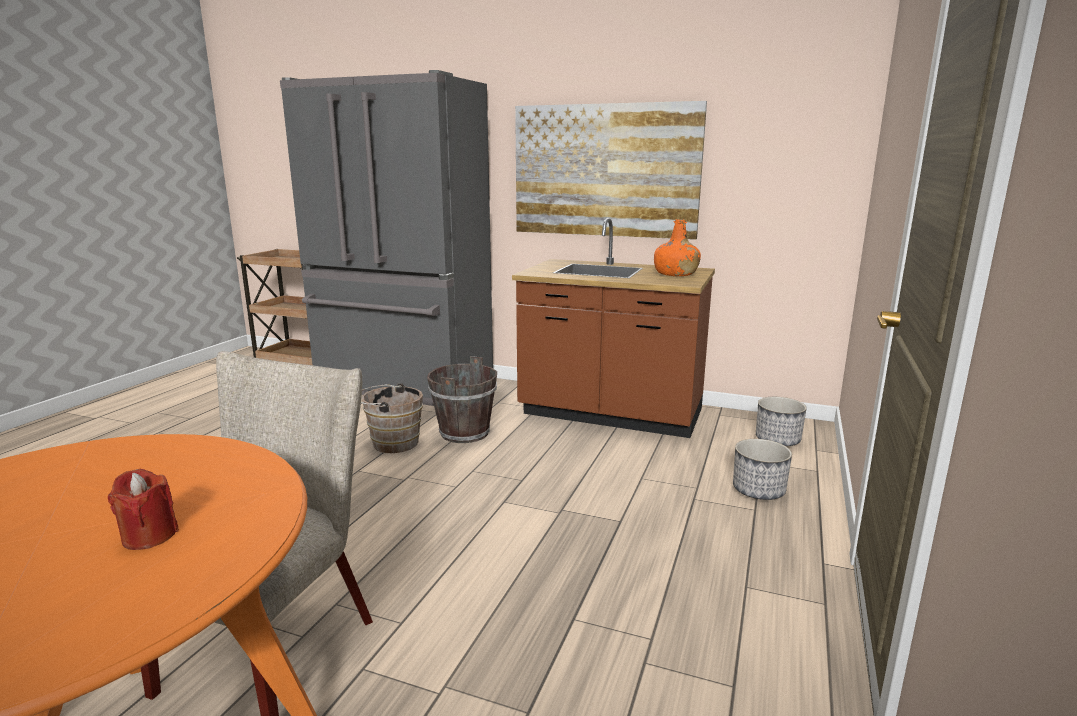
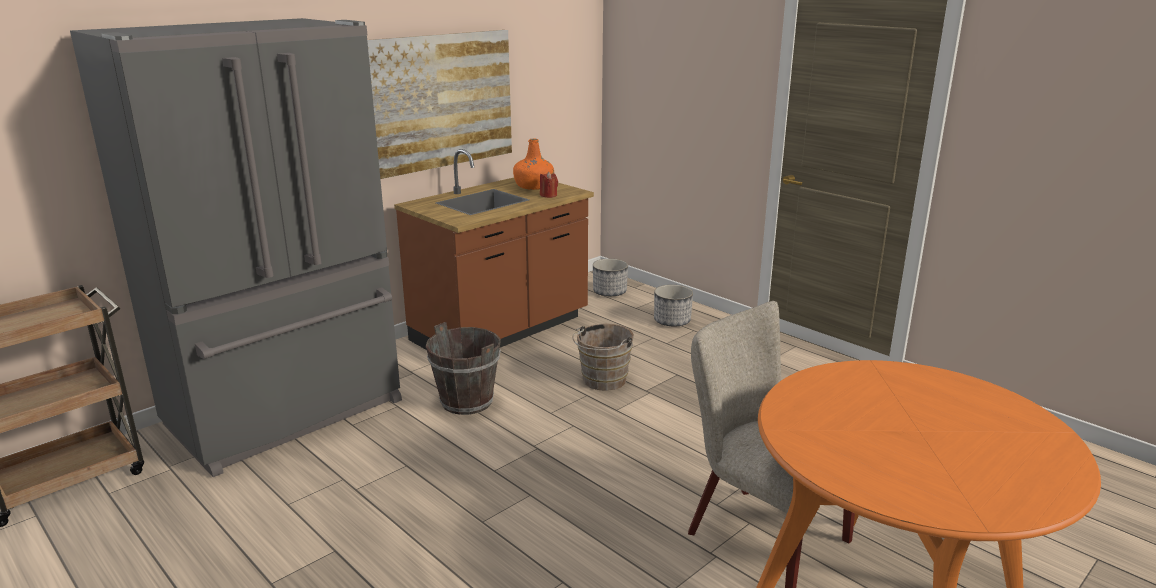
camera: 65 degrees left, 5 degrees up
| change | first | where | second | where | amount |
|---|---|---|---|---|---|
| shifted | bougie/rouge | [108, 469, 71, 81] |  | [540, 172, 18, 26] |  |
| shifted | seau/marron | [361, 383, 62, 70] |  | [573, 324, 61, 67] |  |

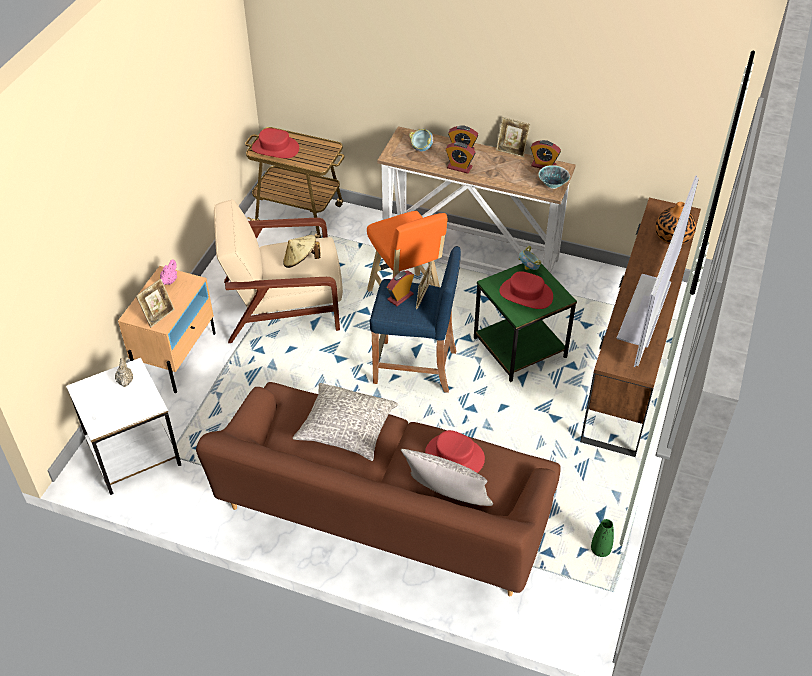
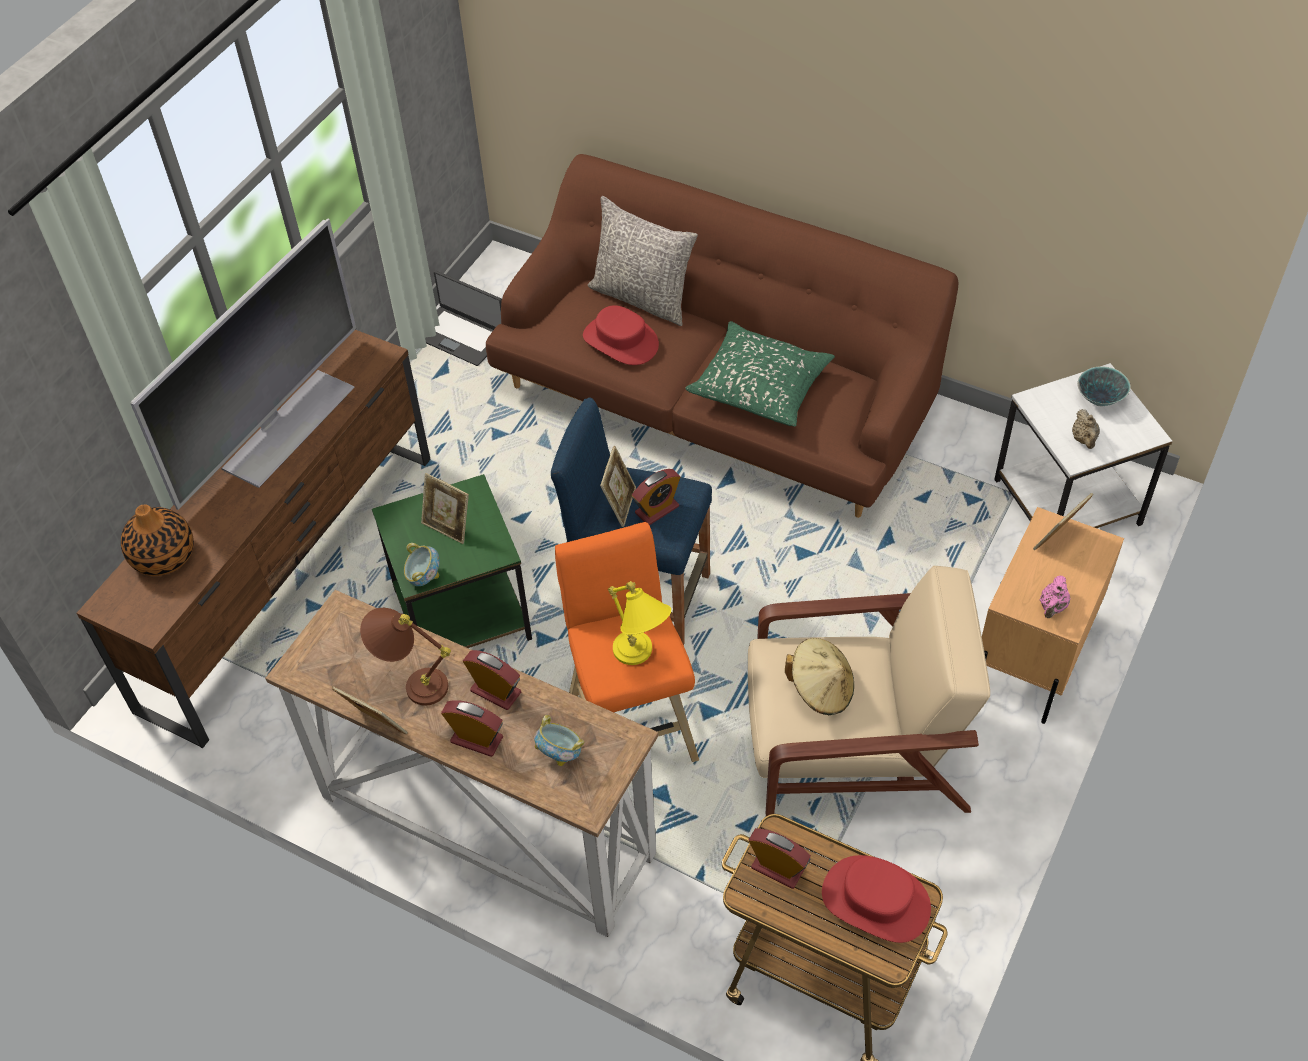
camera: 170 degrees left, 5 degrees up
| change | first | where | second | where | amount |
|---|---|---|---|---|---|
| repainted | coussin/gris | [292, 383, 106, 78] | coussin/vert | [685, 321, 150, 106] |  |
| swapped | chapeau/rouge | [499, 271, 54, 38] | cadre photo | [421, 473, 48, 71] |  |
| shifted | réveil | [530, 140, 31, 29] |  | [749, 828, 62, 61] |  |
| shifted | bol | [539, 165, 31, 24] |  | [1077, 366, 54, 41] |  |
| swapped | vase/vert | [591, 519, 23, 38] | ordinateur portable | [425, 271, 77, 95] |  |
| new |  |  | lampe de table/marron | [360, 608, 91, 98] |  |
| new |  |  | lampe de table/jaune | [608, 581, 63, 84] |  |

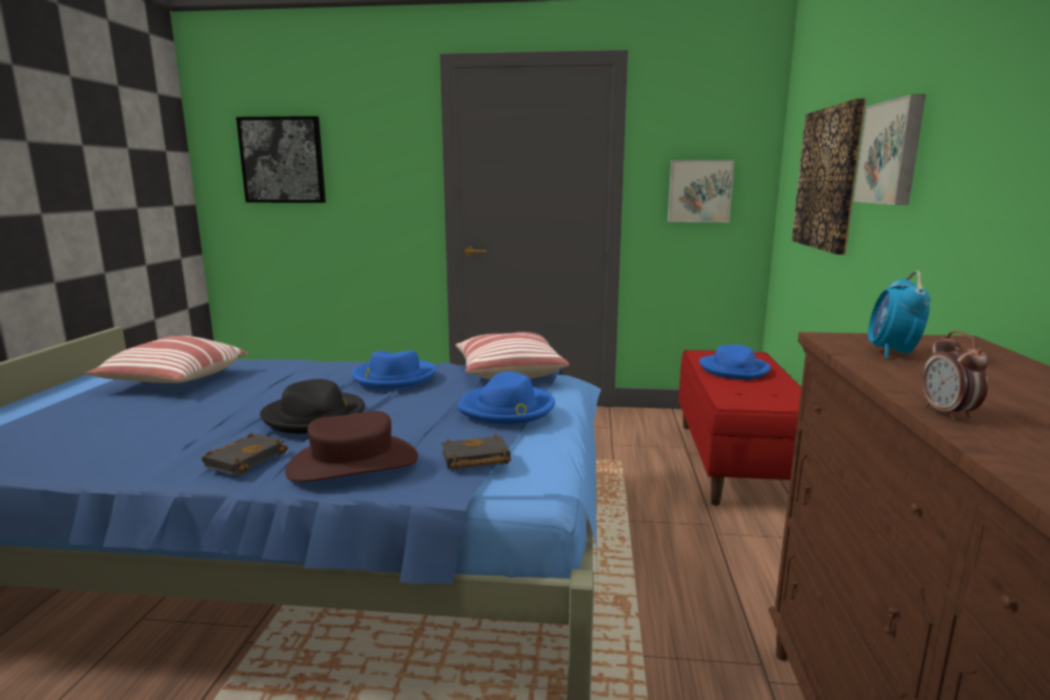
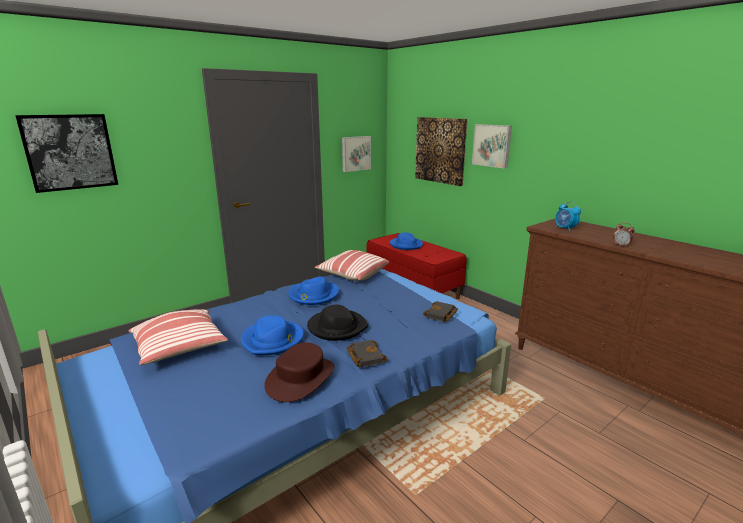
camera: 45 degrees left, 5 degrees up
| change | first | where | second | where | amount |
|---|---|---|---|---|---|
| shifted | chapeau/marron | [285, 411, 133, 71] |  | [264, 342, 71, 60] |  |
| shifted | chapeau/bleu | [458, 372, 97, 52] |  | [241, 316, 63, 39] |  |

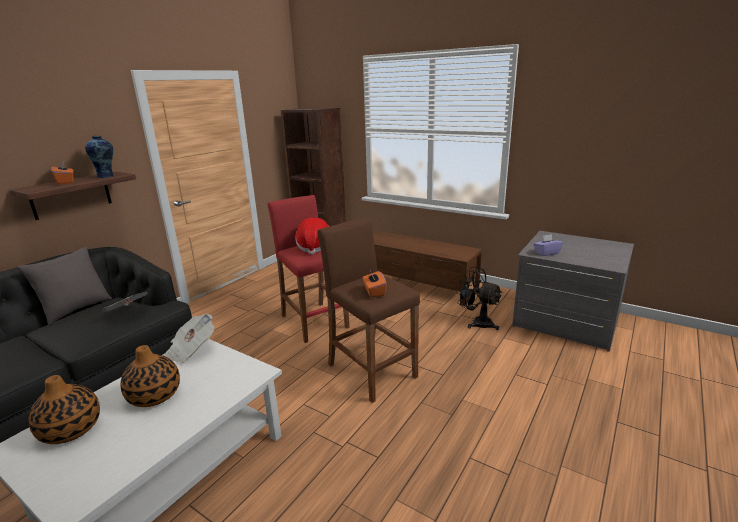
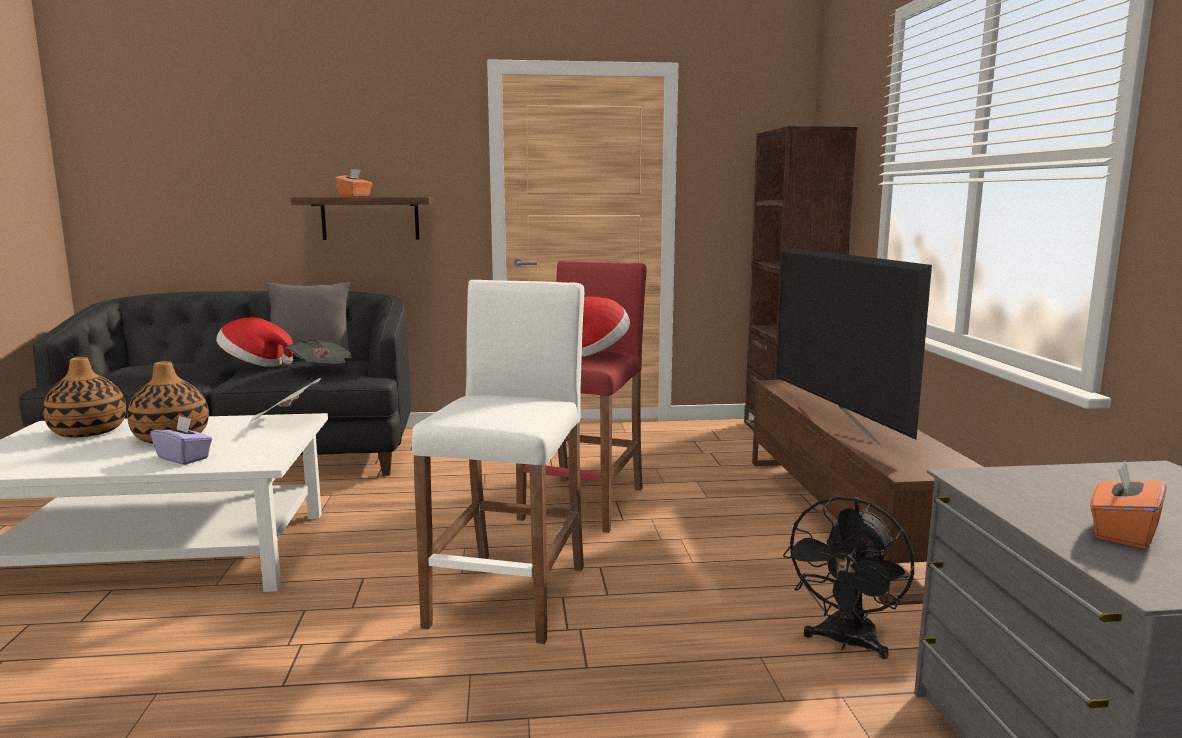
camera: 50 degrees right, 10 degrees down
| change | first | where | second | where | amount |
|---|---|---|---|---|---|
| gone | vase | [85, 136, 29, 42] |  |  |  |
| repainted | tabouret/marron | [317, 218, 103, 185] | tabouret/blanc | [412, 280, 172, 364] |  |
| shifted | boîte à mouchoirs/orange | [363, 270, 24, 27] |  | [1091, 460, 76, 89] |  |
| rotated | ventilateur/noir | [457, 267, 45, 63] |  | [783, 496, 131, 163] | 150 degrees counterclockwise |
| shifted | boîte à mouchoirs/violet | [534, 234, 29, 22] |  | [150, 416, 62, 49] |  |
| new |  |  | chapeau | [216, 317, 77, 50] |  |
| new |  |  | téléviseur | [776, 247, 156, 199] |  |

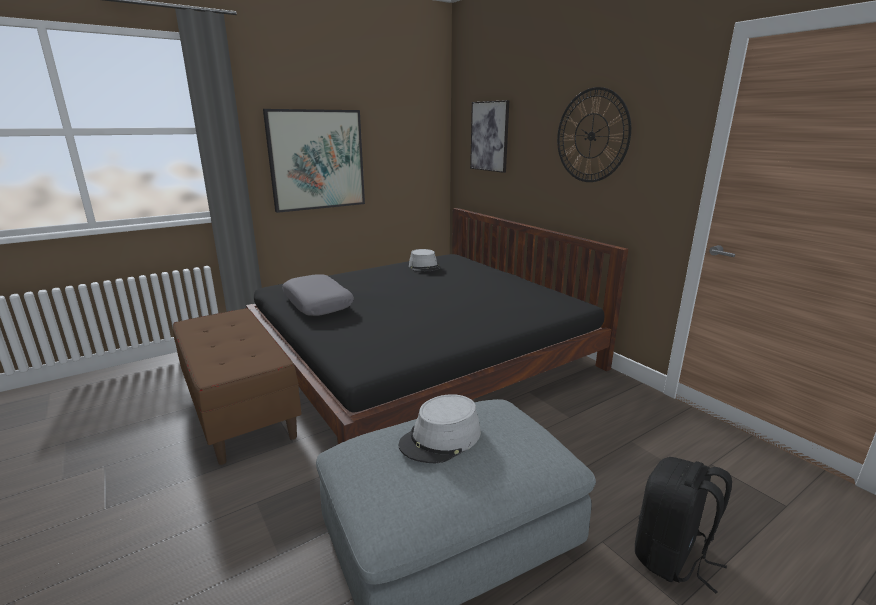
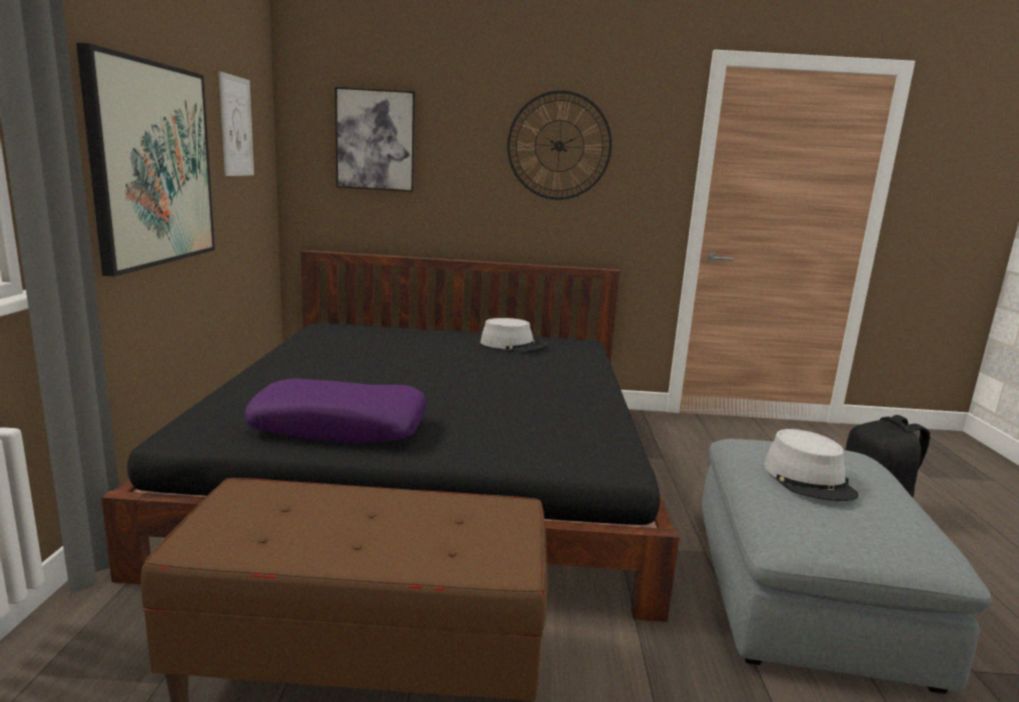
camera: 55 degrees left, 5 degrees down
| change | first | where | second | where | amount |
|---|---|---|---|---|---|
| repainted | coussin/gris | [282, 274, 72, 42] | coussin/violet | [244, 378, 182, 65] |  |
| shifted | chapeau/gris | [409, 249, 31, 23] |  | [480, 318, 66, 34] |  |
| new |  |  | tableau | [219, 71, 35, 105] |  |

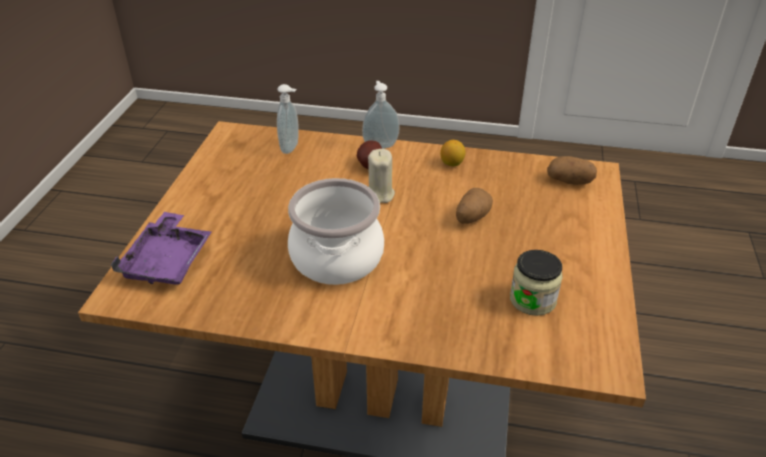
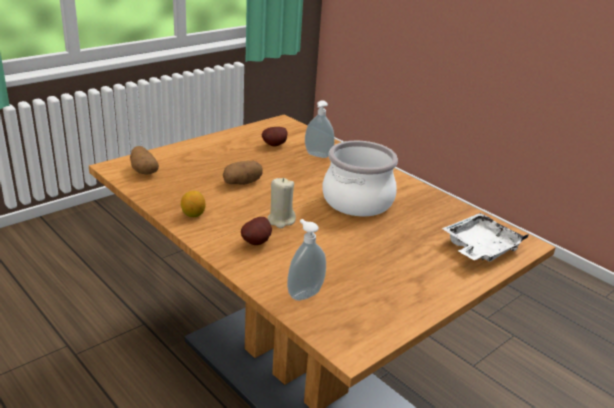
camera: 145 degrees left, 10 degrees down
| change | first | where | second | where | amount |
|---|---|---|---|---|---|
| repainted | plateau/violet | [111, 212, 101, 72] | plateau/blanc | [442, 213, 87, 49] |  |
| shifted | distributeur de savon | [362, 81, 38, 68] |  | [305, 100, 30, 58] |  |
| swapped | bocal | [510, 250, 53, 66] | pomme de terre | [262, 127, 25, 20] |  |

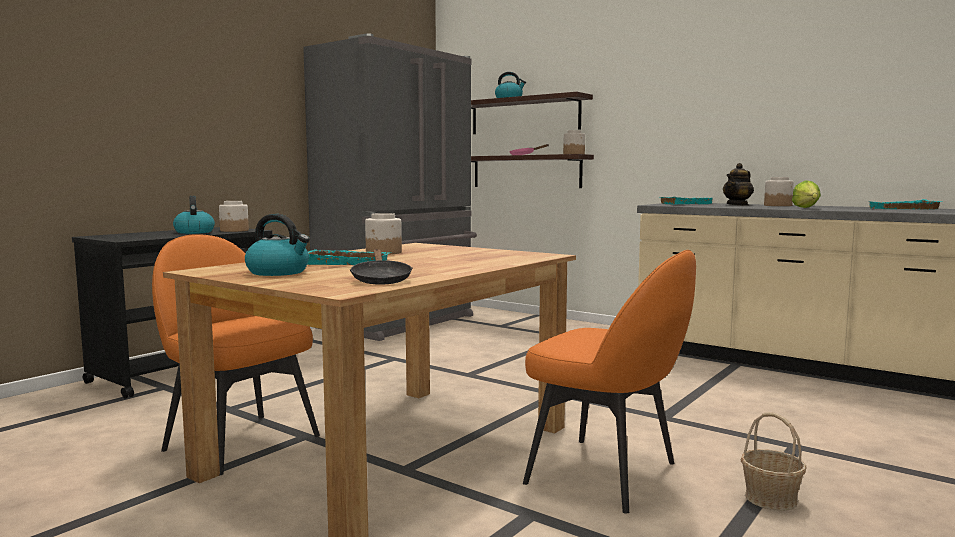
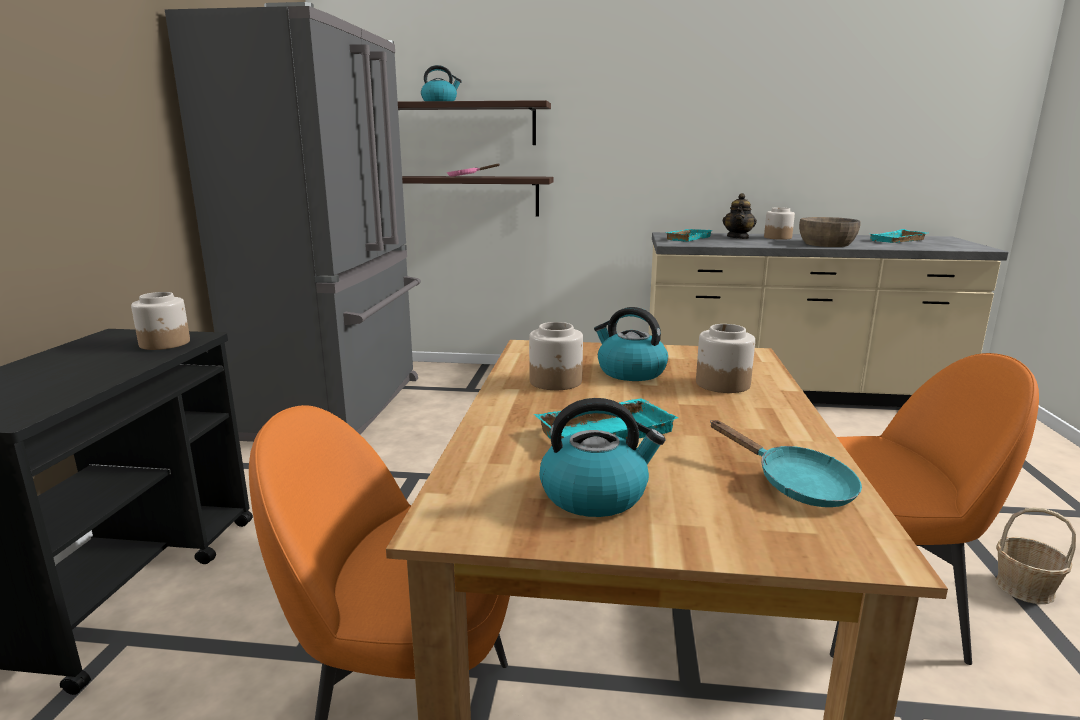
camera: 30 degrees left, 10 degrees up
| change | first | where | second | where | amount |
|---|---|---|---|---|---|
| shifted | bouilloire | [173, 196, 42, 38] |  | [594, 307, 74, 74] |  |
| repainted | poêle/noir | [350, 249, 63, 36] | poêle/turquoise | [710, 420, 152, 87] |  |
| shifted | bocal | [563, 130, 22, 24] |  | [696, 324, 59, 69] |  |
| swapped | laitue | [792, 180, 29, 28] | bol/marron | [799, 217, 62, 30] |  |

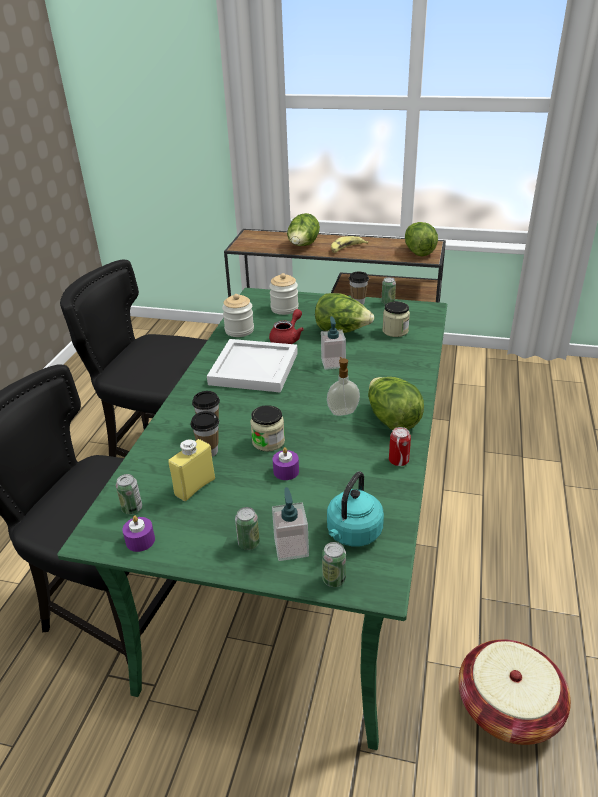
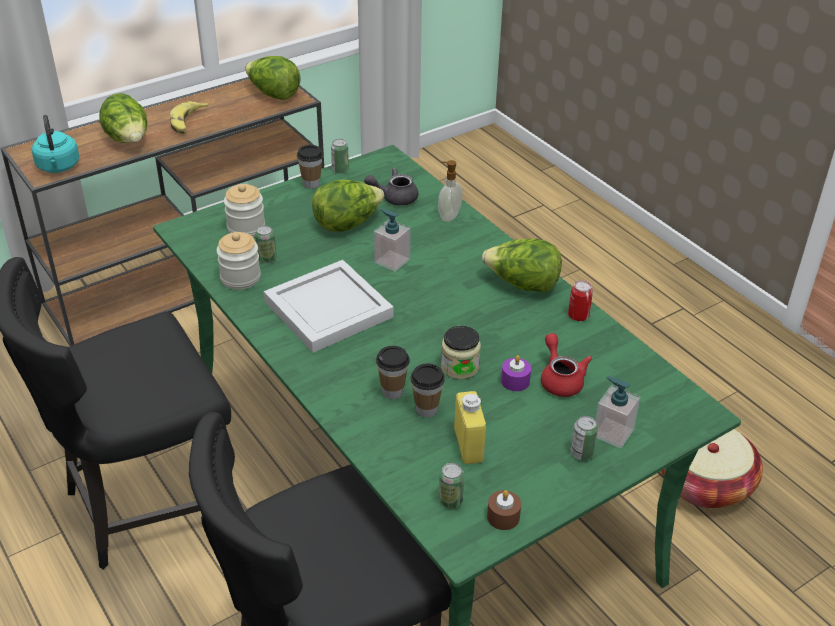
camera: 50 degrees left, 5 degrees up
| change | first | where | second | where | amount |
|---|---|---|---|---|---|
| repainted | bougie/violet | [122, 515, 33, 37] | bougie/marron | [487, 490, 34, 40] |  |
| shifted | théière/rouge | [269, 309, 35, 35] |  | [541, 333, 51, 64] |  |
| shifted | boîte métallique | [322, 542, 24, 45] |  | [255, 225, 22, 38] |  |
| shifted | distributeur de savon | [327, 357, 33, 59] |  | [438, 160, 24, 62] |  |
| shifted | bouilloire/turquoise | [327, 471, 57, 75] |  | [32, 115, 47, 58] |  |
| swapped | bocal | [382, 301, 28, 36] | théière/gris | [364, 167, 54, 39] |  |

